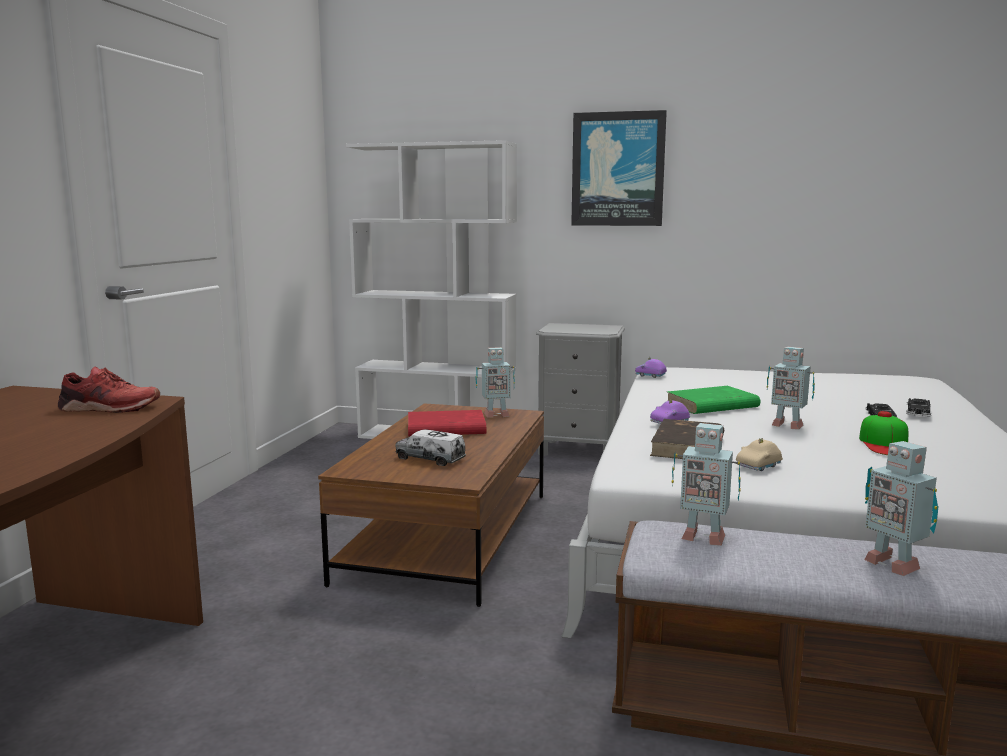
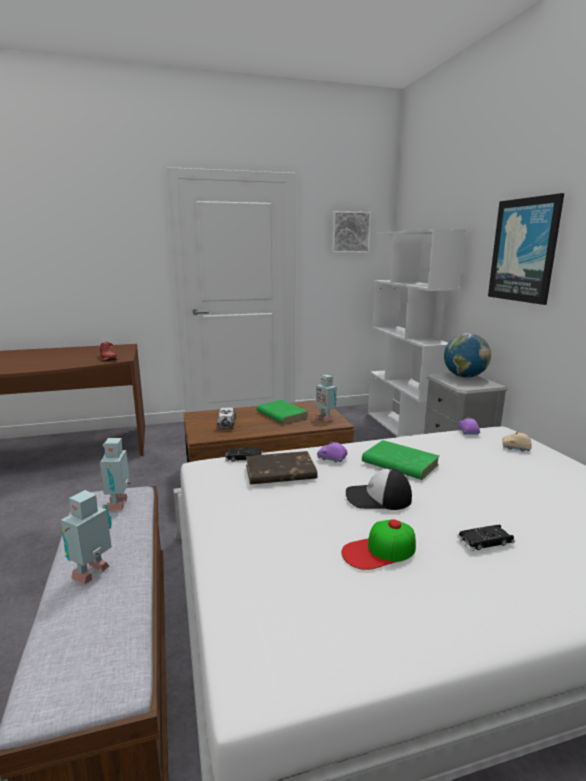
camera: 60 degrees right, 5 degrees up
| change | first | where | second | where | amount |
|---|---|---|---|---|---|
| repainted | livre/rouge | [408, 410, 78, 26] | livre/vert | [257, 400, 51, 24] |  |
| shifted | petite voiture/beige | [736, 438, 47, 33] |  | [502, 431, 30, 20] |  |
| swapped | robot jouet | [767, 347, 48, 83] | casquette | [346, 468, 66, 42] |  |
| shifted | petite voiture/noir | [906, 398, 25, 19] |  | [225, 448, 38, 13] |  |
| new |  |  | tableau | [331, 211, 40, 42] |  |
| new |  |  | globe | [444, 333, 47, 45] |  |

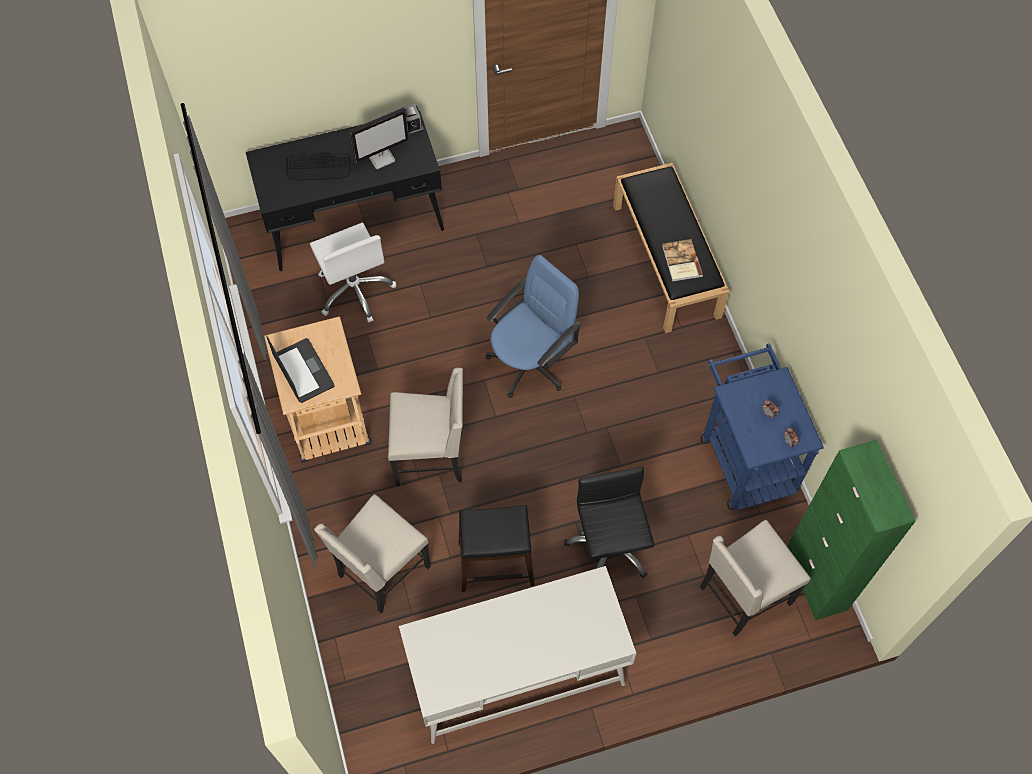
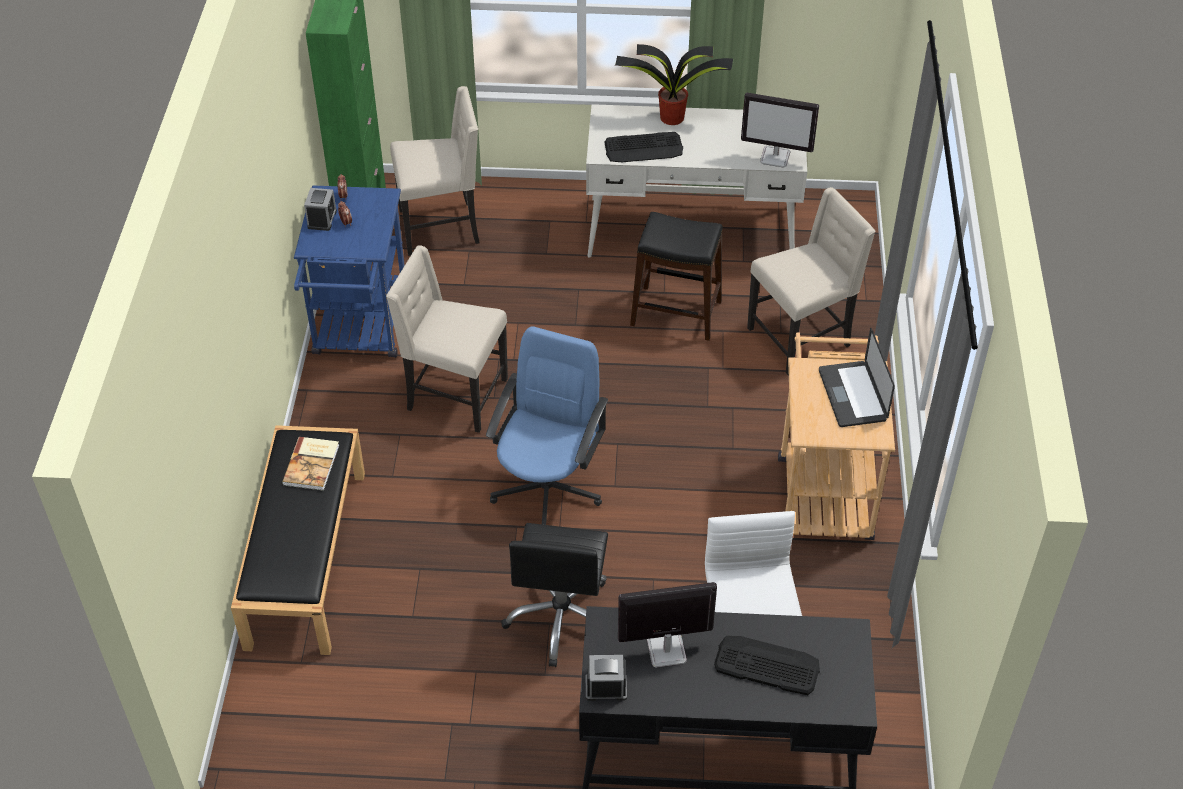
camera: 160 degrees left, 15 degrees down
| change | first | where | second | where | amount |
|---|---|---|---|---|---|
| shifted | chaise/beige | [388, 368, 75, 118] |  | [386, 245, 122, 188] |  |
| rotated | chaise de bureau/bleu | [485, 255, 96, 143] |  | [486, 327, 122, 198] | 135 degrees clockwise |
| shifted | chaise de bureau/noir | [564, 466, 91, 112] |  | [501, 523, 107, 144] |  |
| new |  |  | réveil | [304, 188, 33, 43] |  |
| new |  |  | clavier | [604, 132, 79, 31] |  |
| new |  |  | plante en pot | [615, 44, 118, 81] |  |
| new |  |  | écran d'ordinateur | [741, 93, 78, 75] |  |

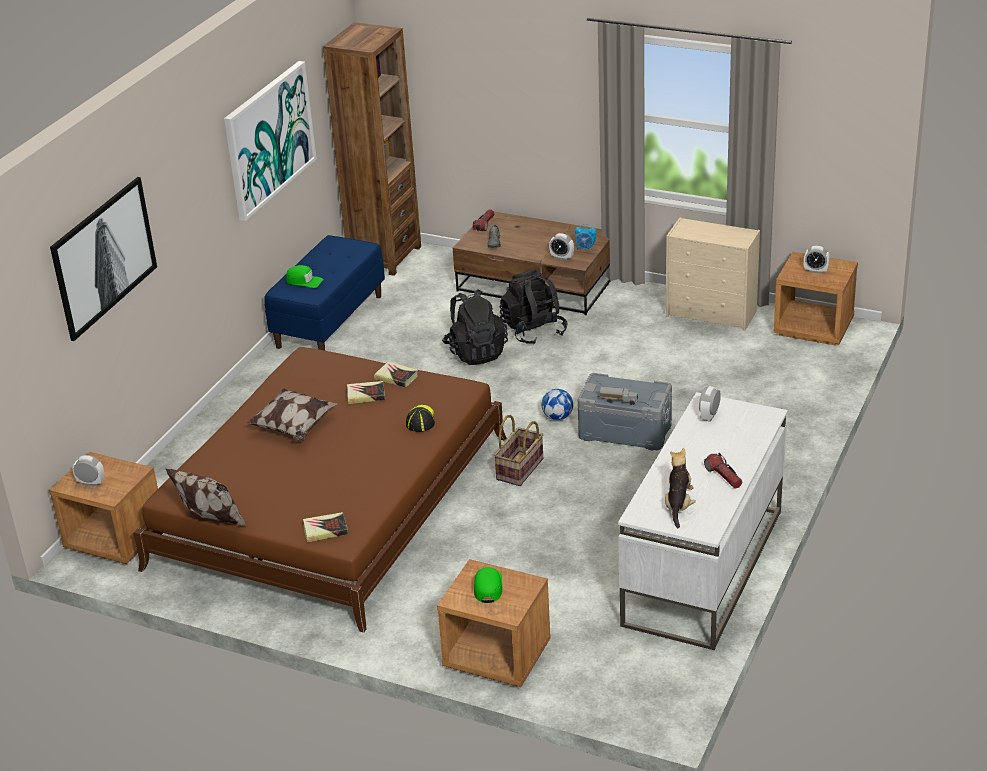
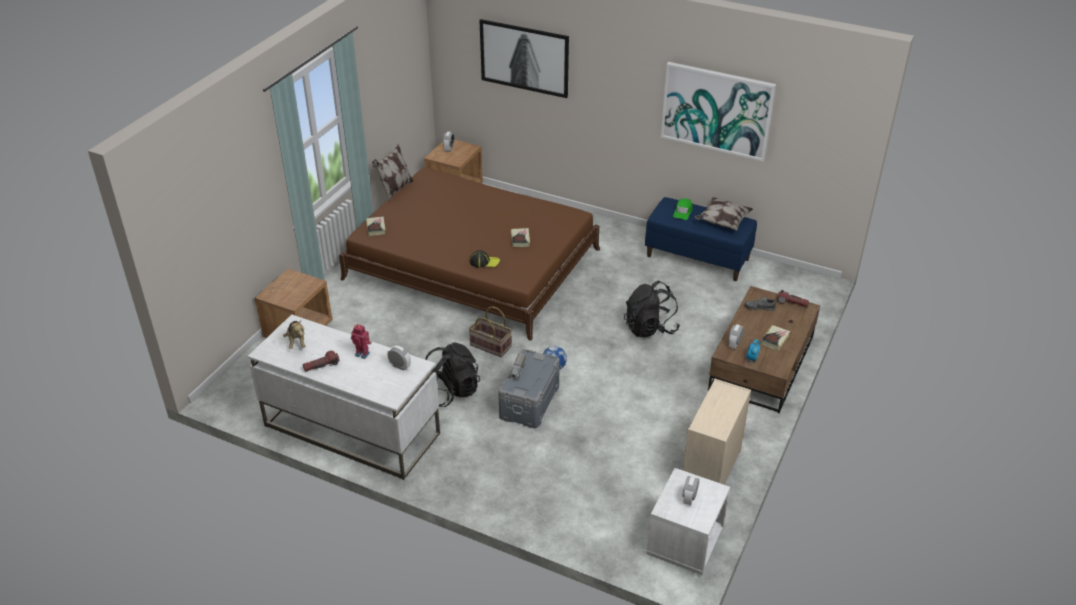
camera: 90 degrees right, 5 degrees up
| change | first | where | second | where | amount |
|---|---|---|---|---|---|
| shifted | coussin | [247, 388, 91, 52] |  | [694, 197, 59, 34] |  |
| gone | bibliothèque/marron | [323, 22, 98, 254] |  |  |  |
| shifted | livre | [374, 361, 44, 27] |  | [761, 325, 29, 25] |  |
| gone | casquette/vert | [474, 567, 28, 36] |  |  |  |
| shifted | sac à dos/noir | [499, 269, 69, 75] |  | [425, 342, 55, 65] |  |
| rotated | peluche | [665, 448, 31, 80] |  | [283, 321, 22, 28] | 60 degrees clockwise |
| repainted | table de chevet/marron | [773, 252, 85, 93] | table de chevet/blanc | [646, 468, 84, 107] |  |
| new |  |  | robot jouet | [351, 324, 21, 35] |  |

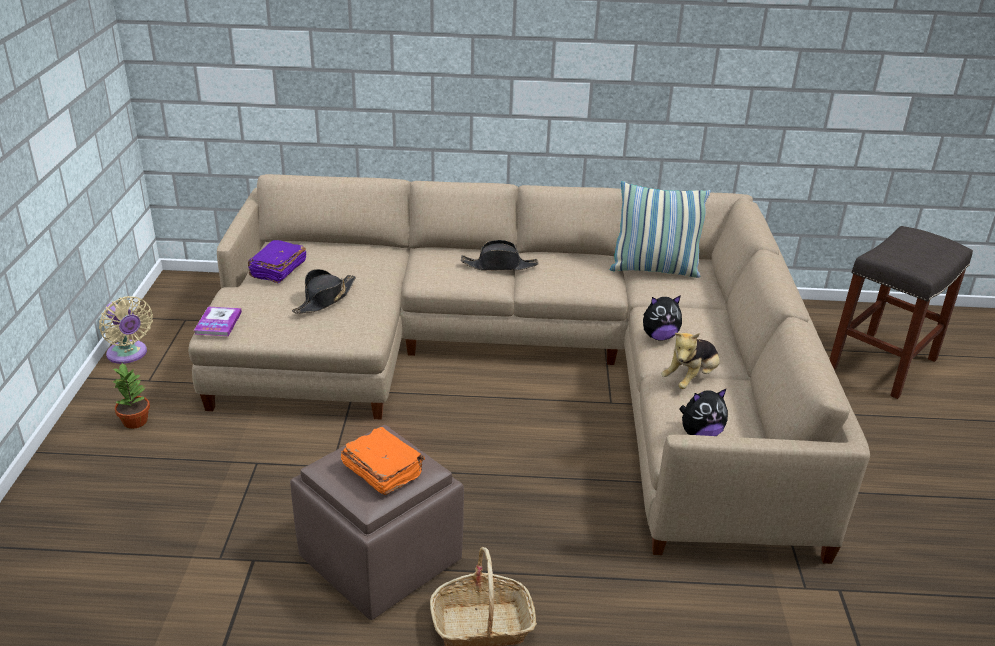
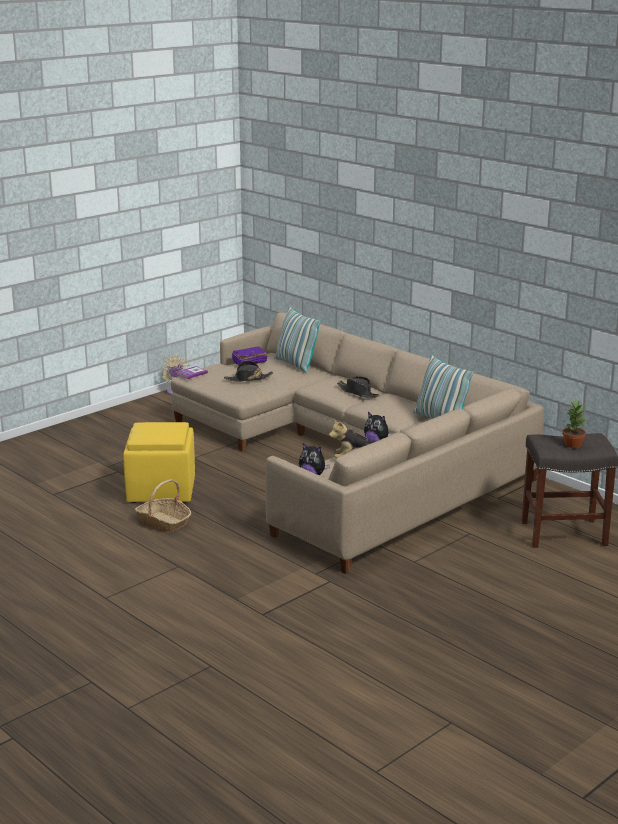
camera: 45 degrees right, 10 degrees down
| change | first | where | second | where | amount |
|---|---|---|---|---|---|
| shifted | plante en pot | [112, 363, 38, 66] |  | [562, 400, 25, 48] |  |
| repainted | pouf/marron | [290, 425, 174, 195] | pouf/jaune | [123, 422, 72, 81] |  |
| gone | livre/orange | [341, 427, 84, 68] |  |  |  |
| new |  |  | coussin | [274, 307, 47, 65] |  |

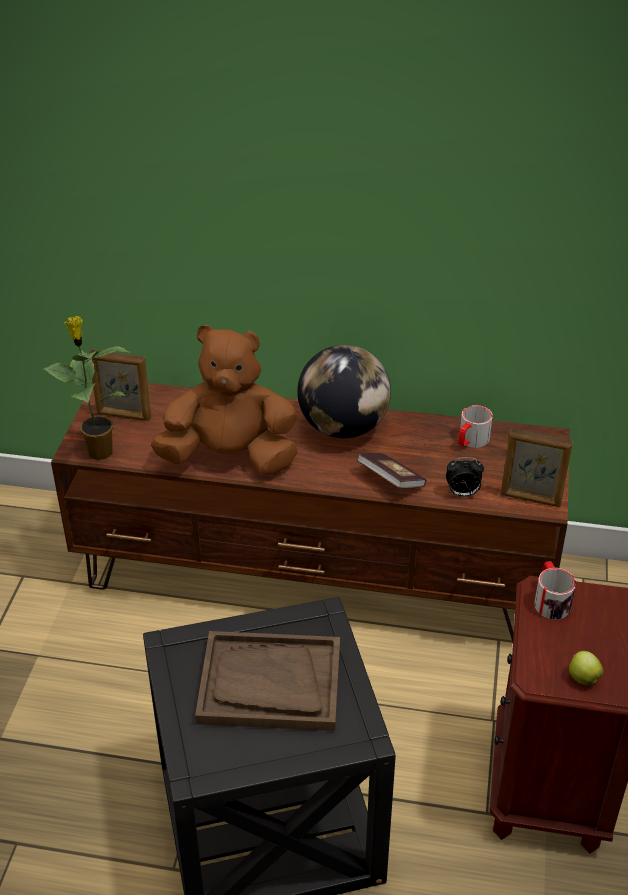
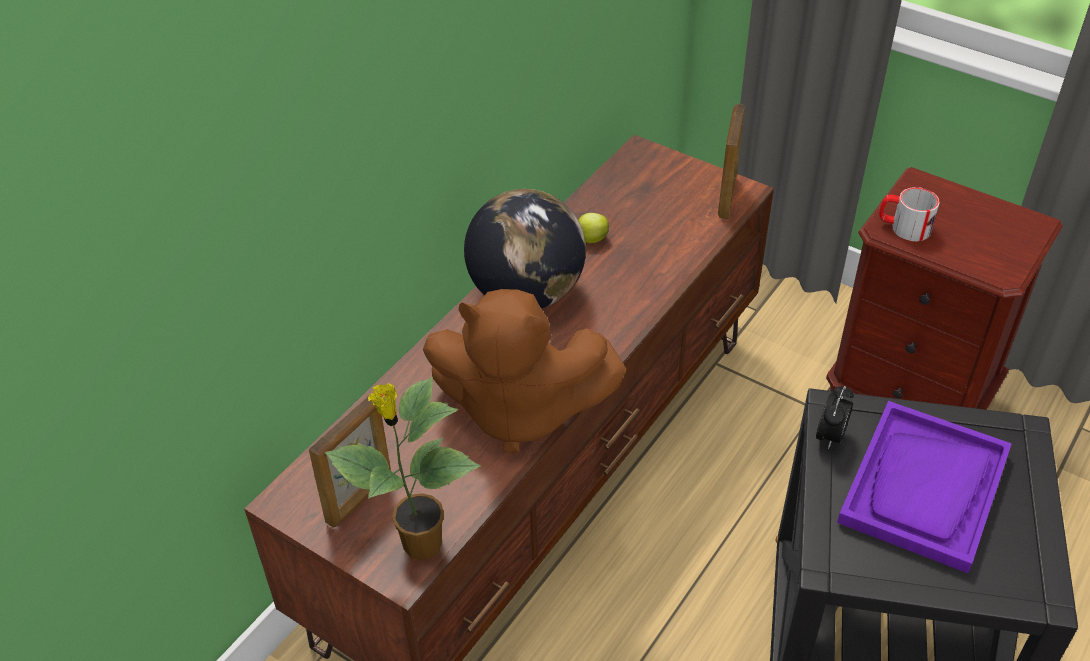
camera: 65 degrees left, 5 degrees up
| change | first | where | second | where | amount |
|---|---|---|---|---|---|
| rotated | peluche/marron | [151, 325, 146, 150] |  | [423, 289, 203, 165] | 105 degrees counterclockwise |
| repainted | plateau/marron | [195, 631, 145, 100] | plateau/violet | [837, 401, 175, 172] |  |
| gone | livre | [357, 453, 69, 36] |  |  |  |
| shifted | réveil | [446, 457, 38, 40] |  | [816, 386, 38, 63] |  |
| gone | mug | [458, 405, 35, 43] |  |  |  |
| rotated | cadre photo | [501, 428, 72, 79] |  | [718, 104, 27, 115] | 150 degrees clockwise |
| shifted | pomme | [569, 651, 34, 34] |  | [578, 213, 31, 30] |  |

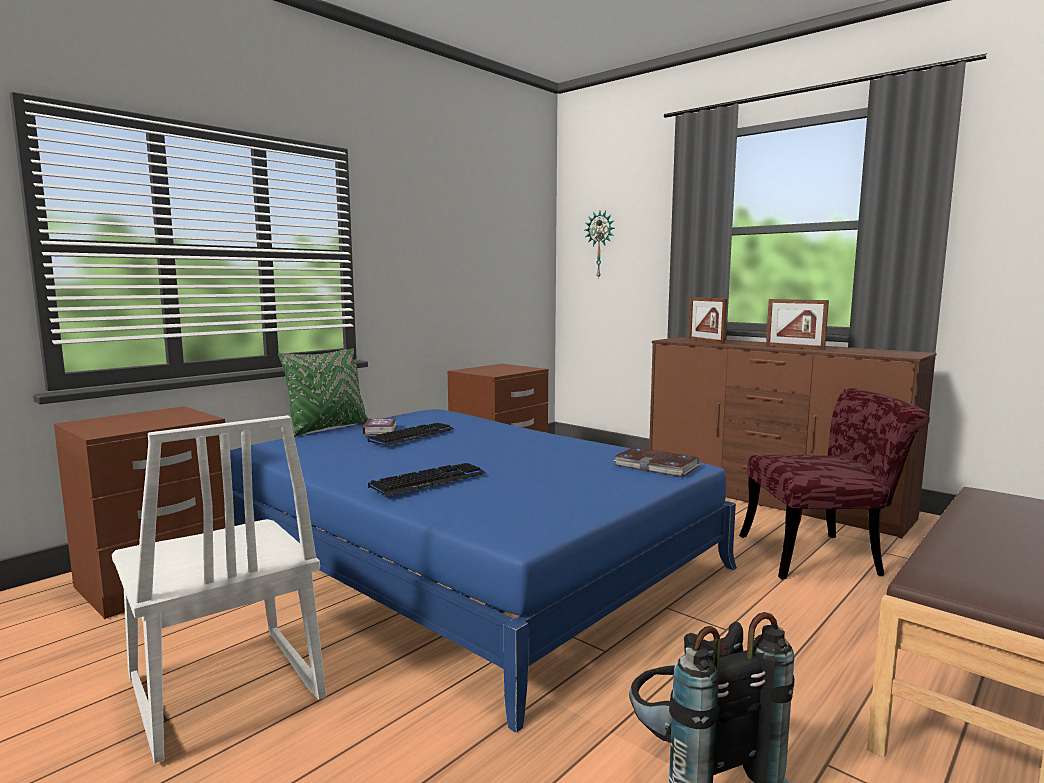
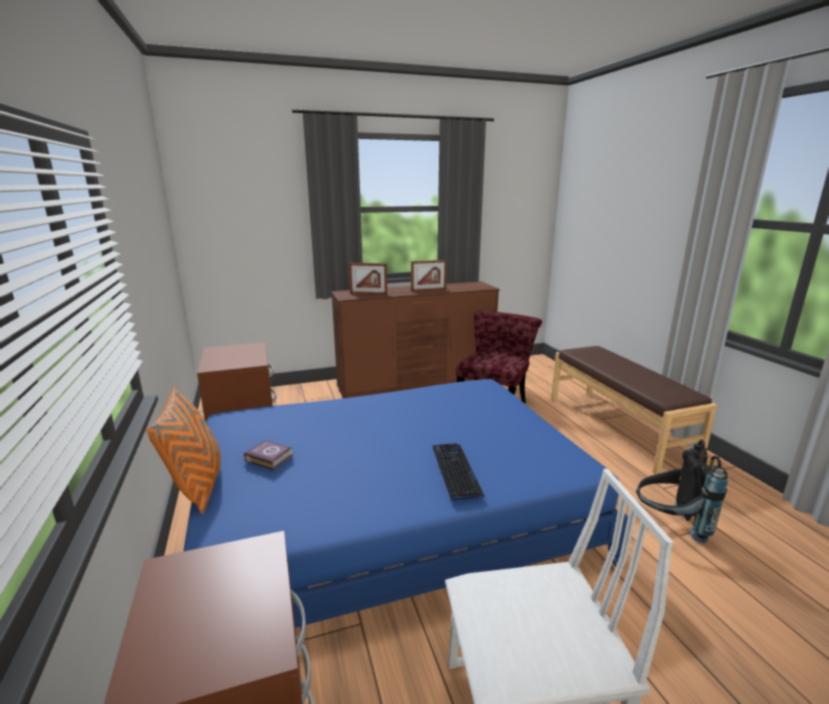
camera: 60 degrees left, 10 degrees up
| change | first | where | second | where | amount |
|---|---|---|---|---|---|
| repainted | coussin/vert | [278, 348, 90, 89] | coussin/orange | [146, 387, 75, 127] |  |
| gone | clavier | [368, 423, 86, 23] |  |  |  |
| gone | horloge murale | [585, 211, 30, 68] |  |  |  |
| gone | livre | [613, 447, 87, 30] |  |  |  |

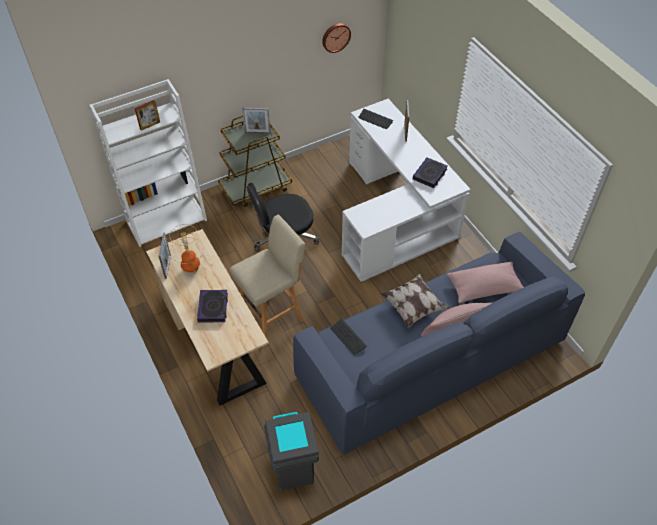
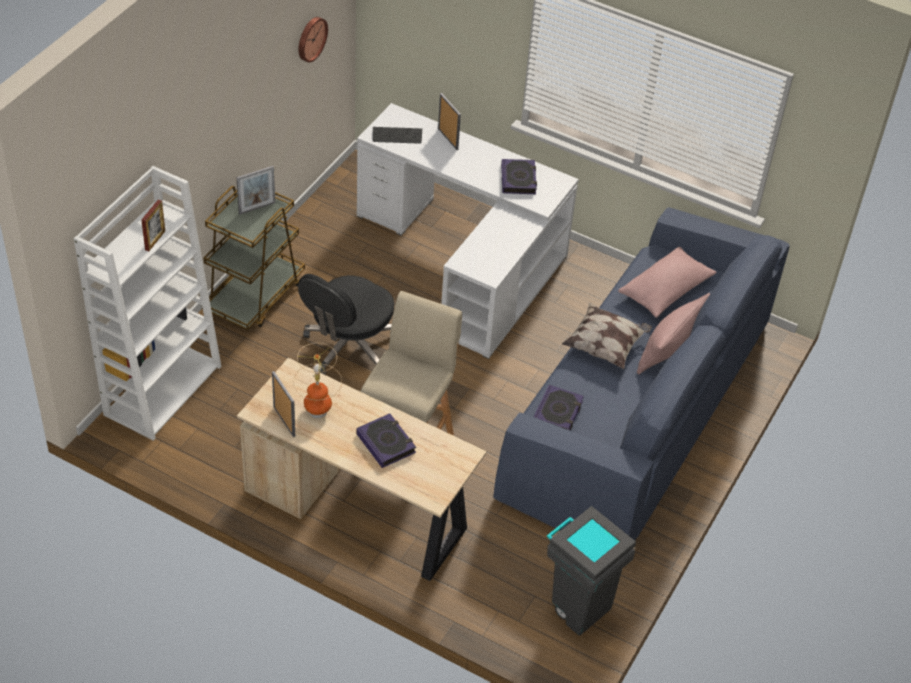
camera: 35 degrees left, 5 degrees down
| change | first | where | second | where | amount |
|---|---|---|---|---|---|
| swapped | clavier | [330, 319, 37, 36] | livre | [534, 385, 50, 46] |  |

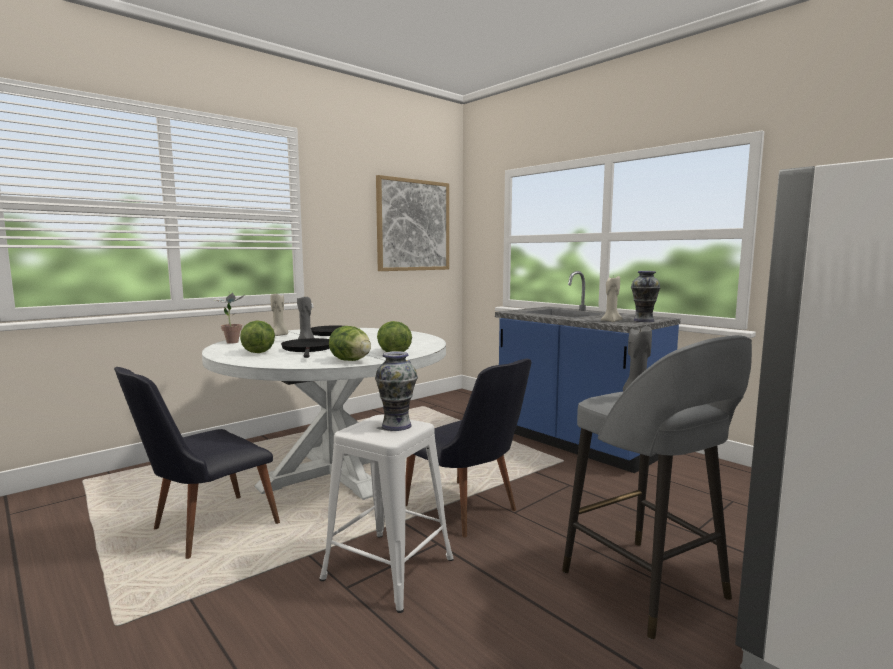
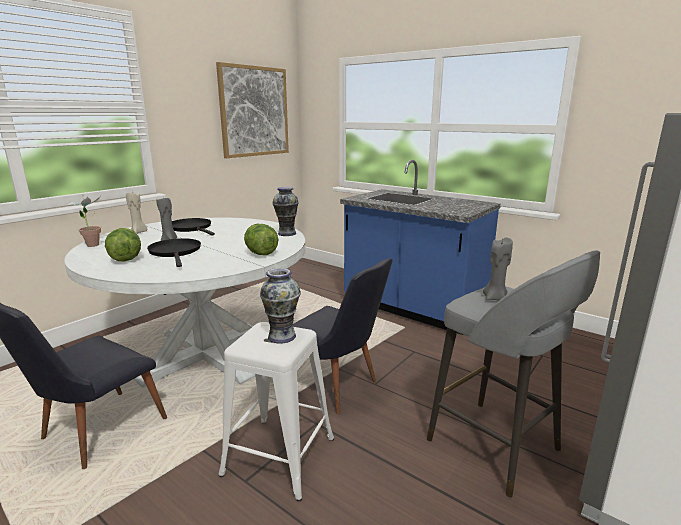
camera: 10 degrees left, 10 degrees up
| change | first | where | second | where | amount |
|---|---|---|---|---|---|
| gone | laitue | [329, 326, 42, 35] |  |  |  |
| gone | bougie/beige | [601, 276, 21, 46] |  |  |  |
| shifted | vase | [631, 271, 29, 51] |  | [272, 187, 27, 49] |  |

